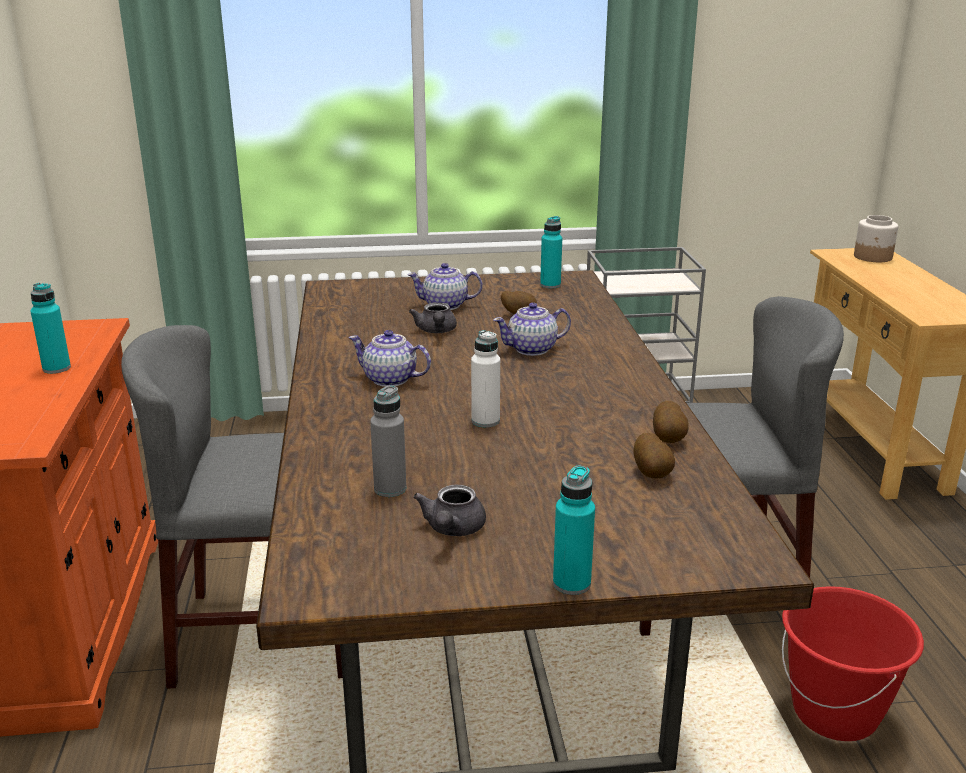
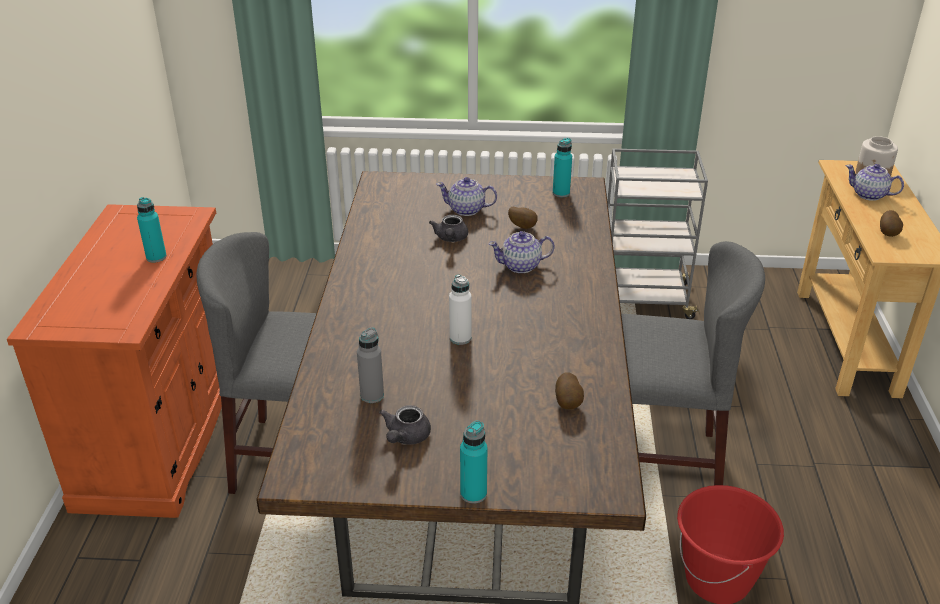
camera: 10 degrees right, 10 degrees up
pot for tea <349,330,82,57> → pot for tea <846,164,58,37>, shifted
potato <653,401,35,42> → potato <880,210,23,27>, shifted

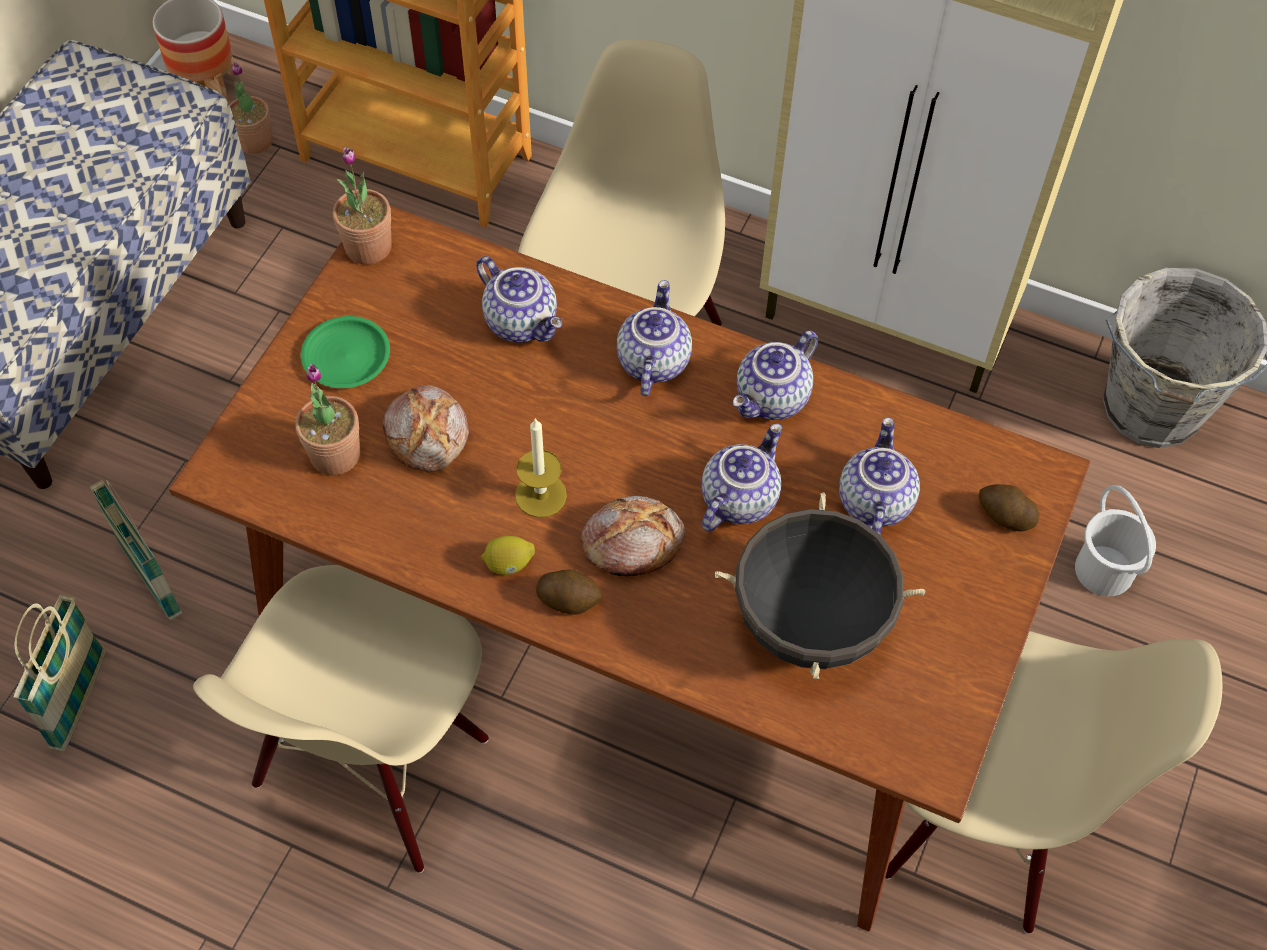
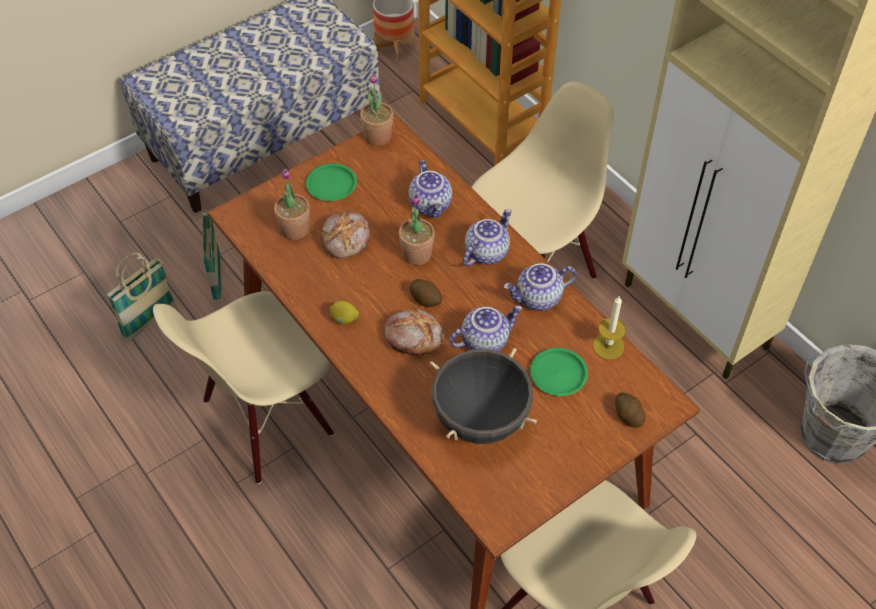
camera: 30 degrees right, 5 degrees down
whitish water bucket <1075,485,81,111> → -
potted plant <229,62,44,92> → potted plant <399,194,36,71>, shifted
wax light <515,418,52,100> → wax light <593,296,33,63>, shifted
potato <536,570,66,45> → potato <410,279,32,28>, shifted
pot for tea <839,417,81,117> → green-coloured dinner plate <530,348,58,48>

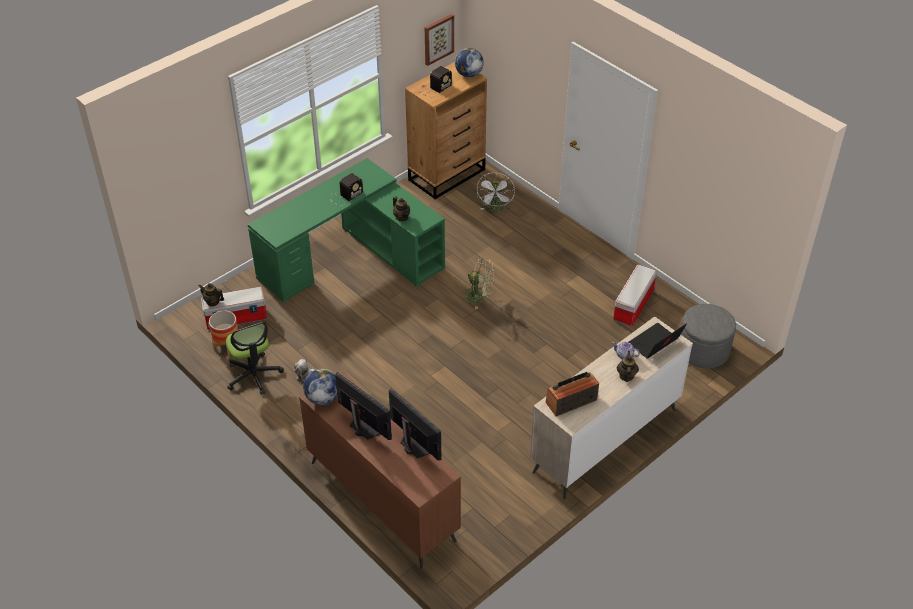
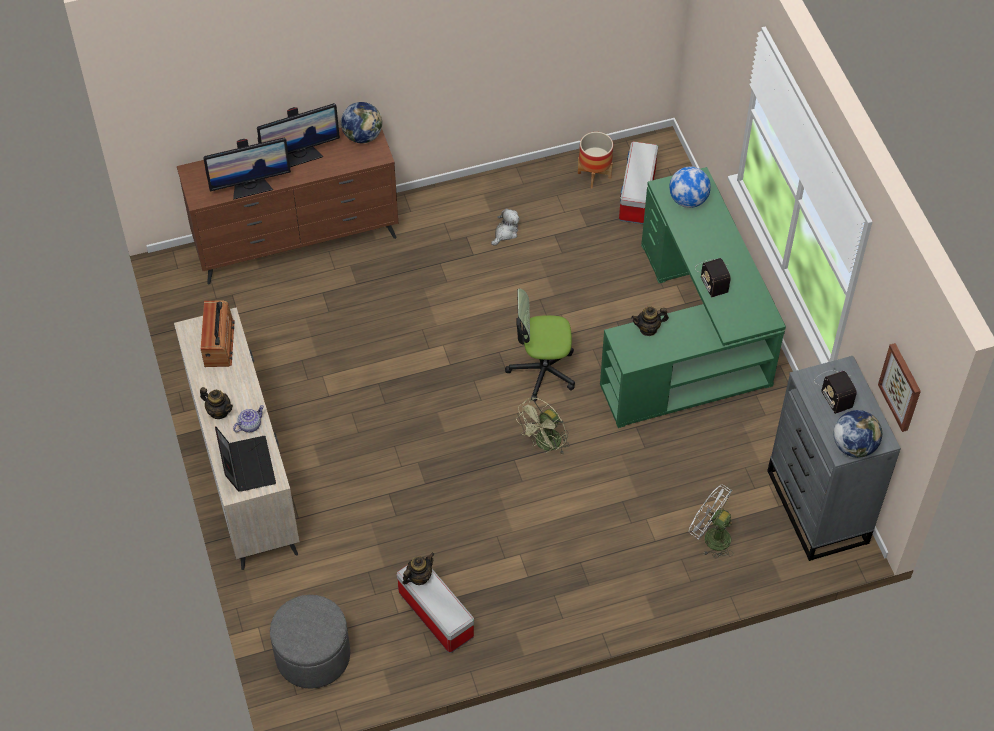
camera: 115 degrees right, 10 degrees up
- → world globe <669,167,42,41>
pot for tea <199,283,25,24> → pot for tea <402,552,32,33>, shifted
office chair <226,322,58,73> → office chair <505,288,70,114>, shifted
brownish dresser <405,62,82,137> → greyish dresser <767,356,134,205>

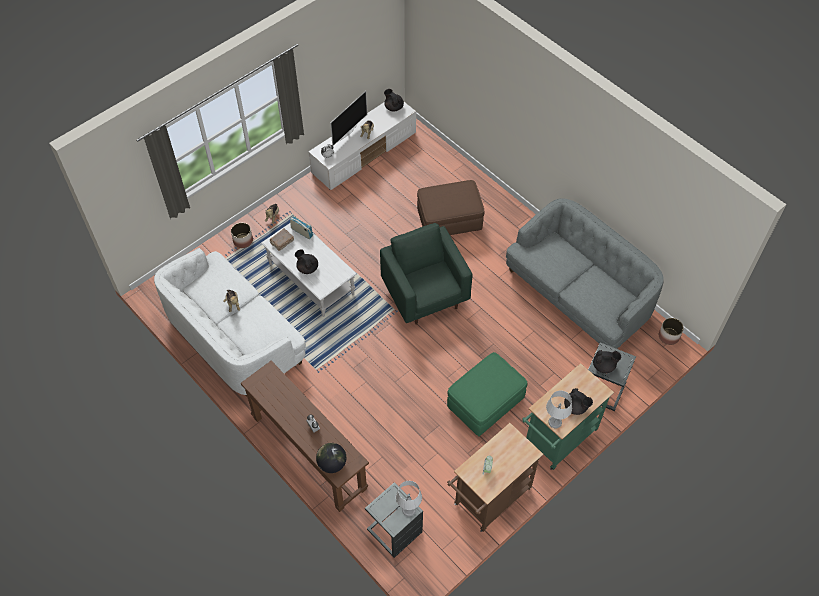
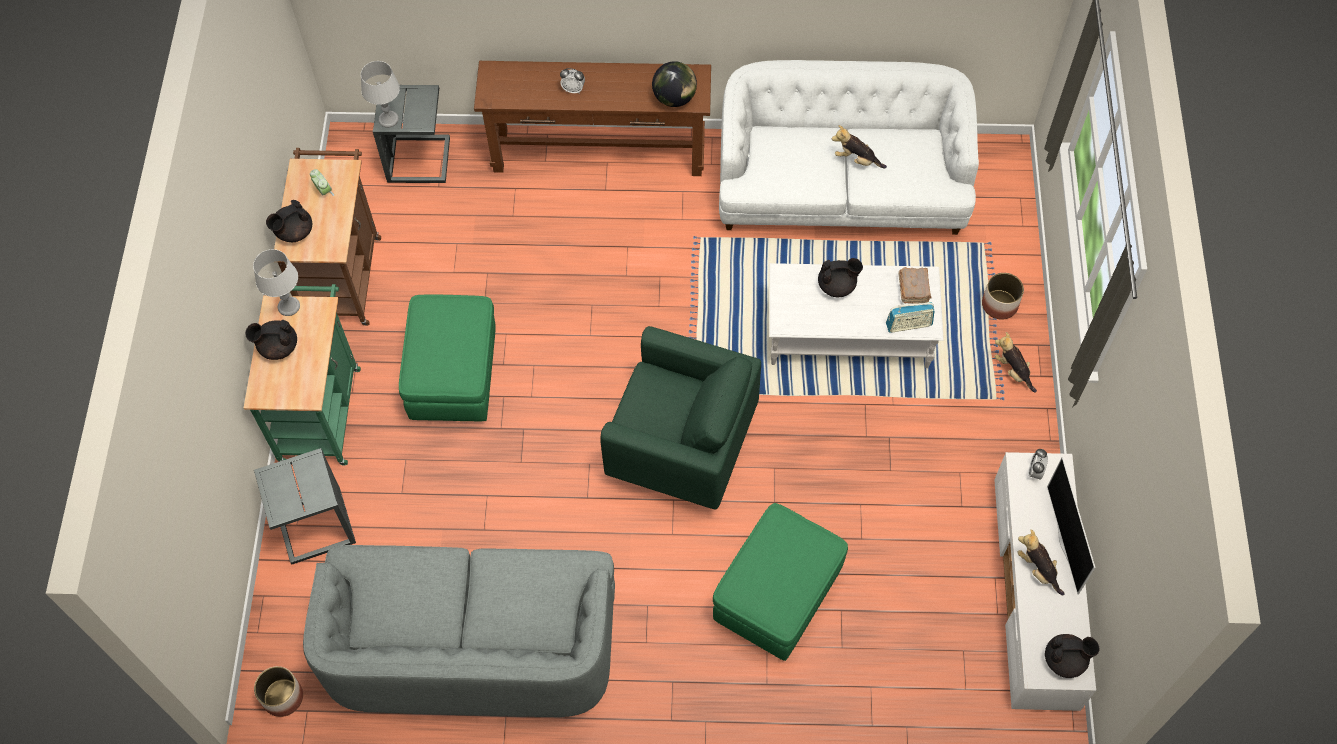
camera: 135 degrees right, 5 degrees up
world globe <316,443,30,30> → world globe <652,61,45,46>, shifted
black-coloured pot for tea <593,350,28,23> → black-coloured pot for tea <266,200,46,42>, shifted
brownish pouffe <417,180,67,55> → green-coloured pouffe <713,503,135,158>

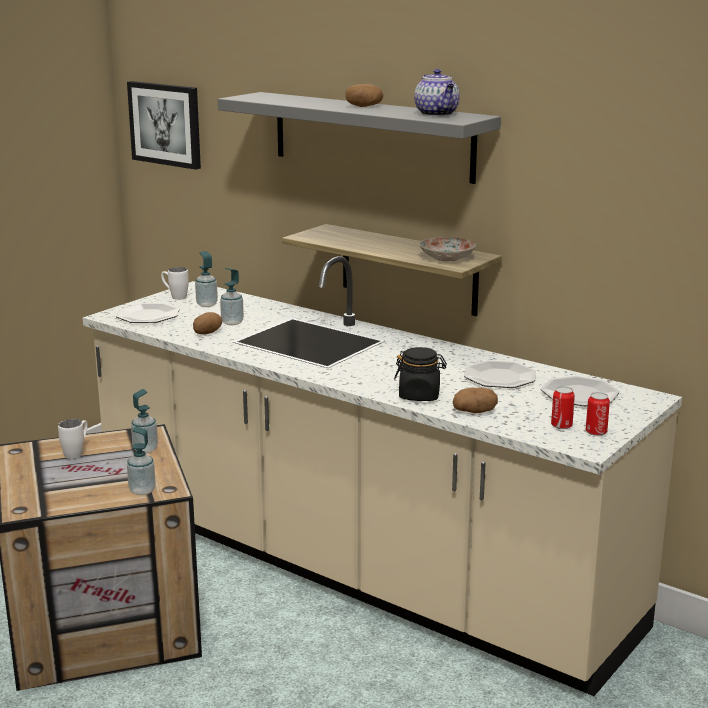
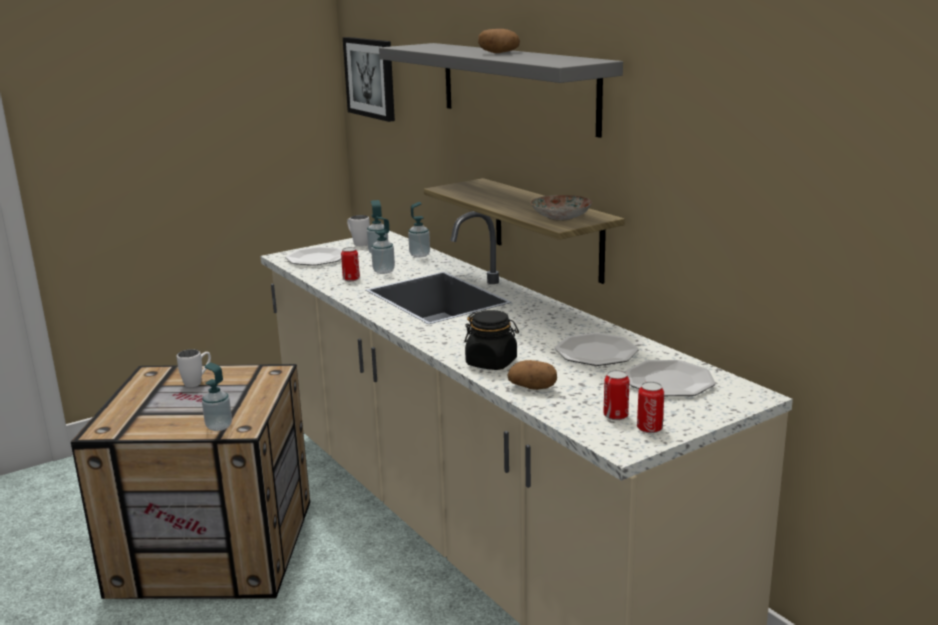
camera: 20 degrees right, 0 degrees up
pot for tea <414,69,46,47> → -
soap dispenser <131,389,27,64> → soap dispenser <408,202,22,56>, shifted
potato <193,312,29,22> → can <341,247,19,34>

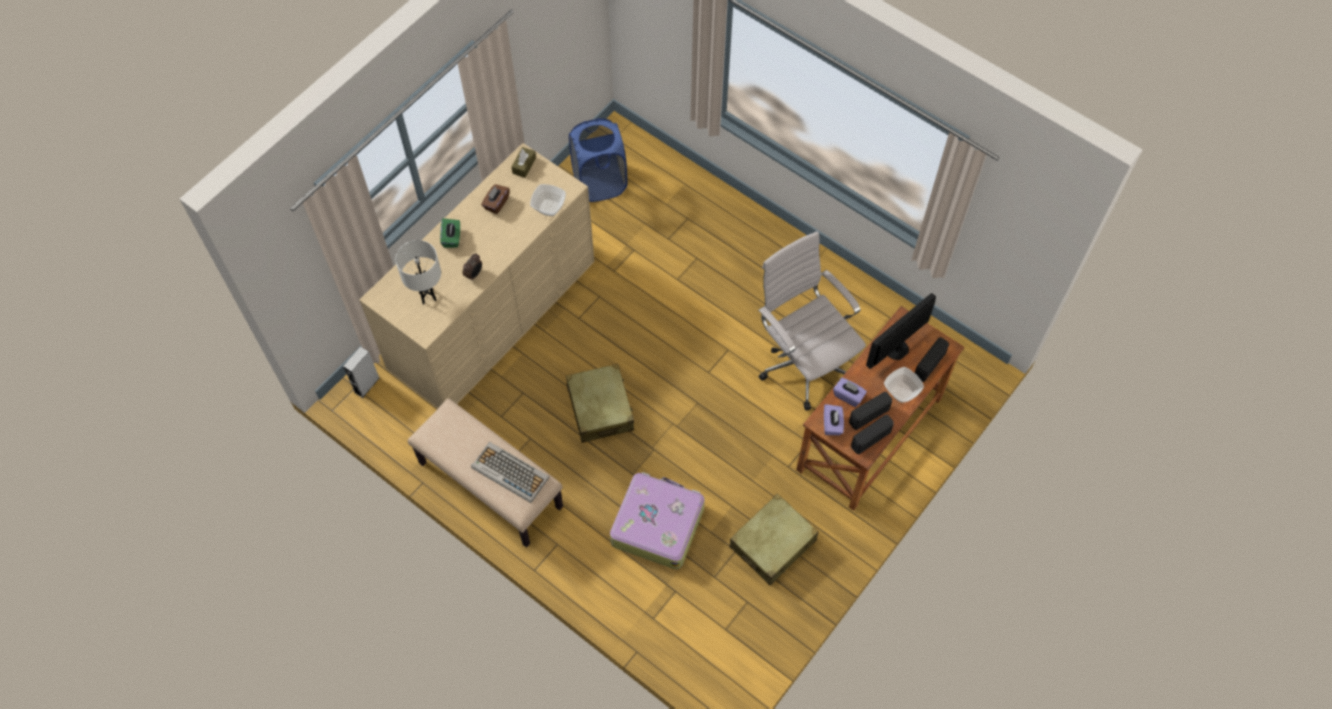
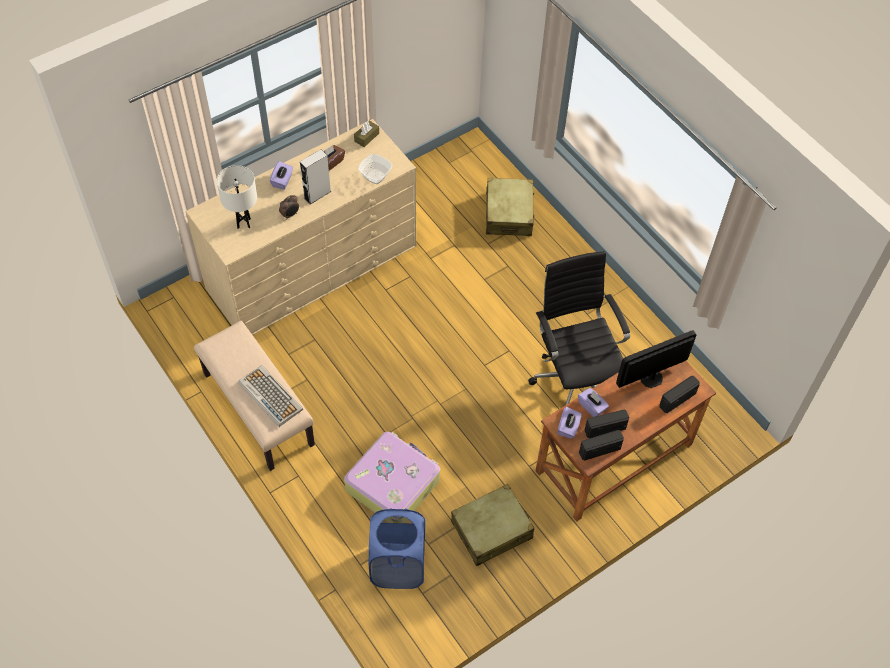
camera: 15 degrees right, 5 degrees down
deep dish <884,367,40,36> → -
greyish speaker <343,346,37,52> → greyish speaker <300,149,31,55>, shifted
sand-coloured travel case <566,364,68,79> → sand-coloured travel case <486,178,49,58>, shifted
blue-coloured washing basket <569,118,58,84> → blue-coloured washing basket <369,509,56,80>, shifted
green-coloured box of tissues <440,218,20,30> → purple box of tissues <270,161,23,29>
whitish office chair <758,231,108,180> → black-coloured office chair <528,251,102,154>

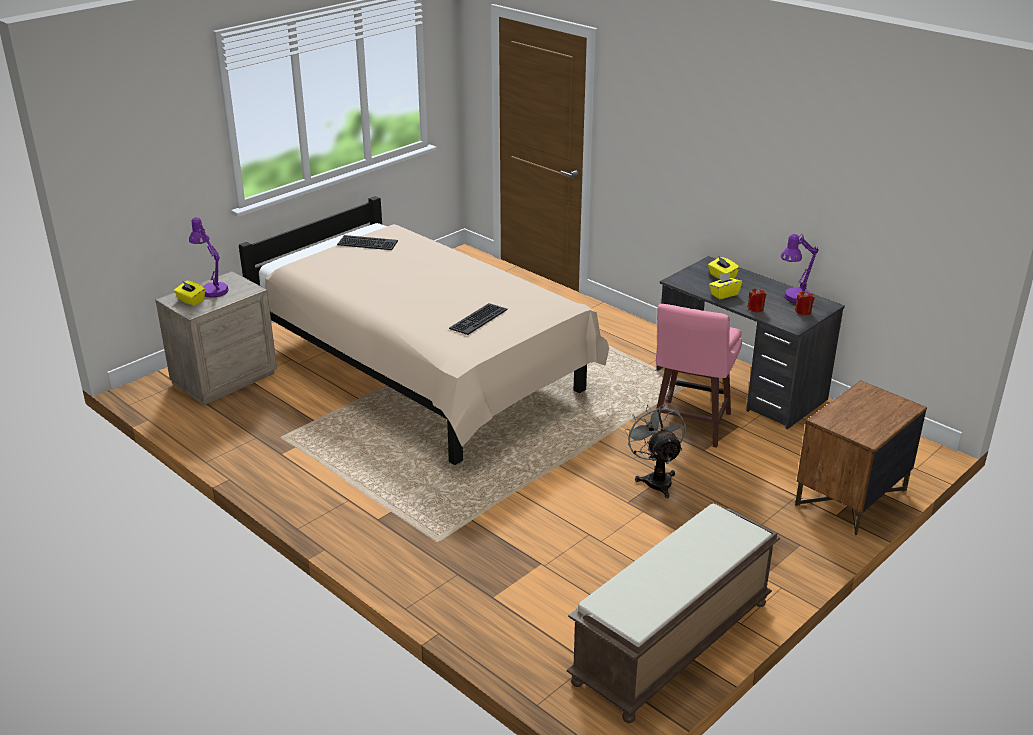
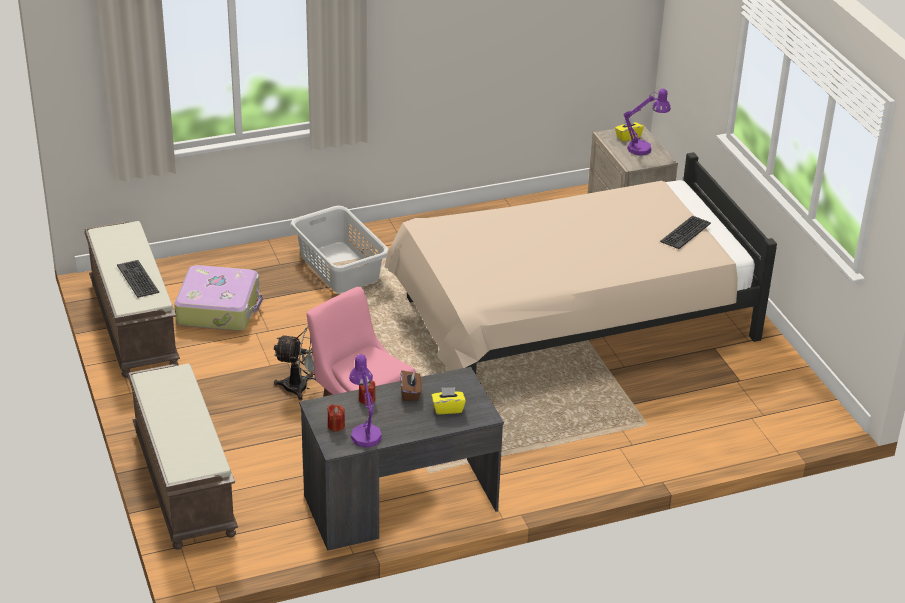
camera: 115 degrees right, 5 degrees up
- → travel case <174,265,89,66>
- → greyish washing basket <290,206,98,87>
computer keyboard <449,303,58,32> → computer keyboard <117,260,42,38>, shifted
brownish bedside table <795,380,132,156> → brownish long seat <128,364,110,186>
yellow-coloured box of tissues <709,272,33,27> → brownish box of tissues <400,370,22,31>

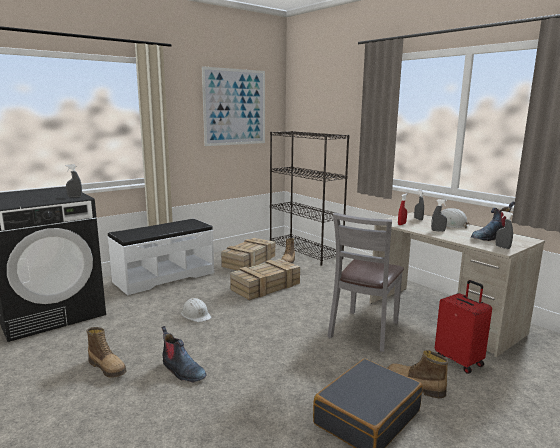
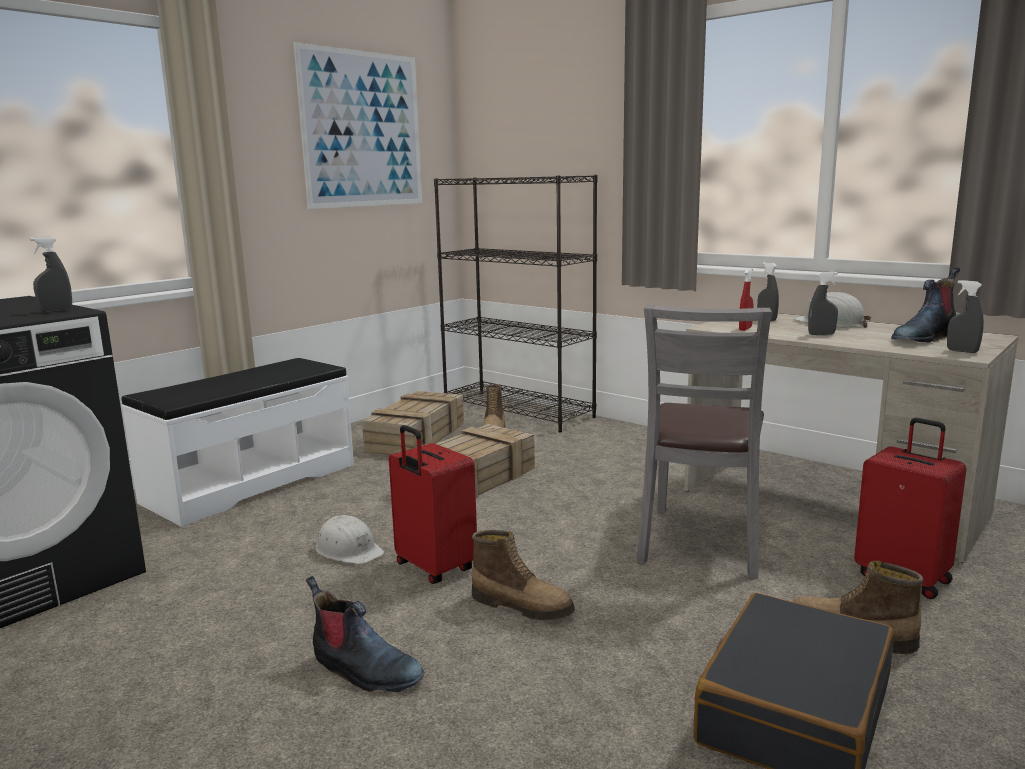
camera: 10 degrees left, 0 degrees up
- → reddish travel case <389,425,88,159>
high-top boot <86,327,40,50> → high-top boot <472,530,103,90>, shifted

